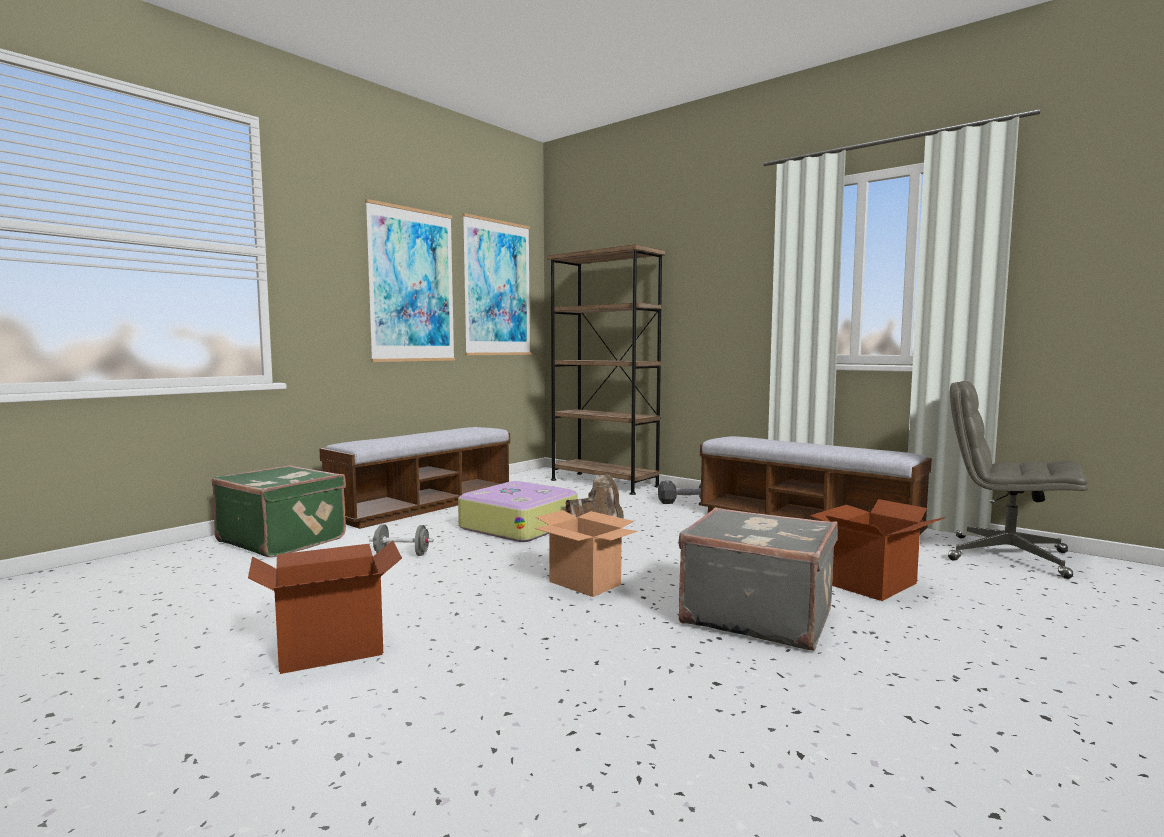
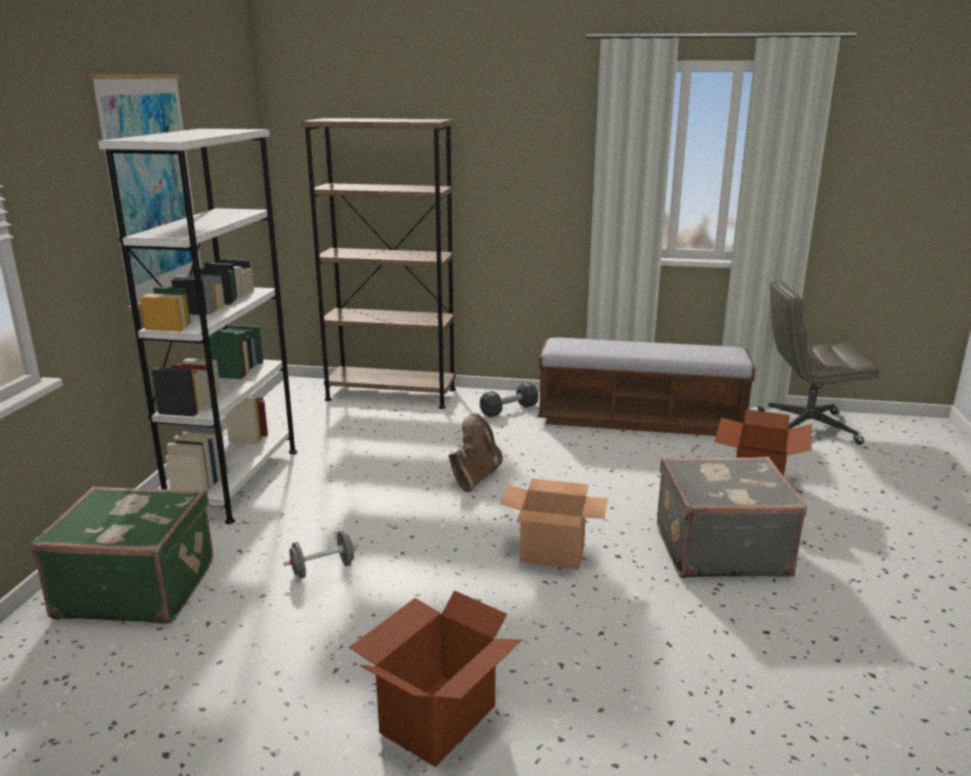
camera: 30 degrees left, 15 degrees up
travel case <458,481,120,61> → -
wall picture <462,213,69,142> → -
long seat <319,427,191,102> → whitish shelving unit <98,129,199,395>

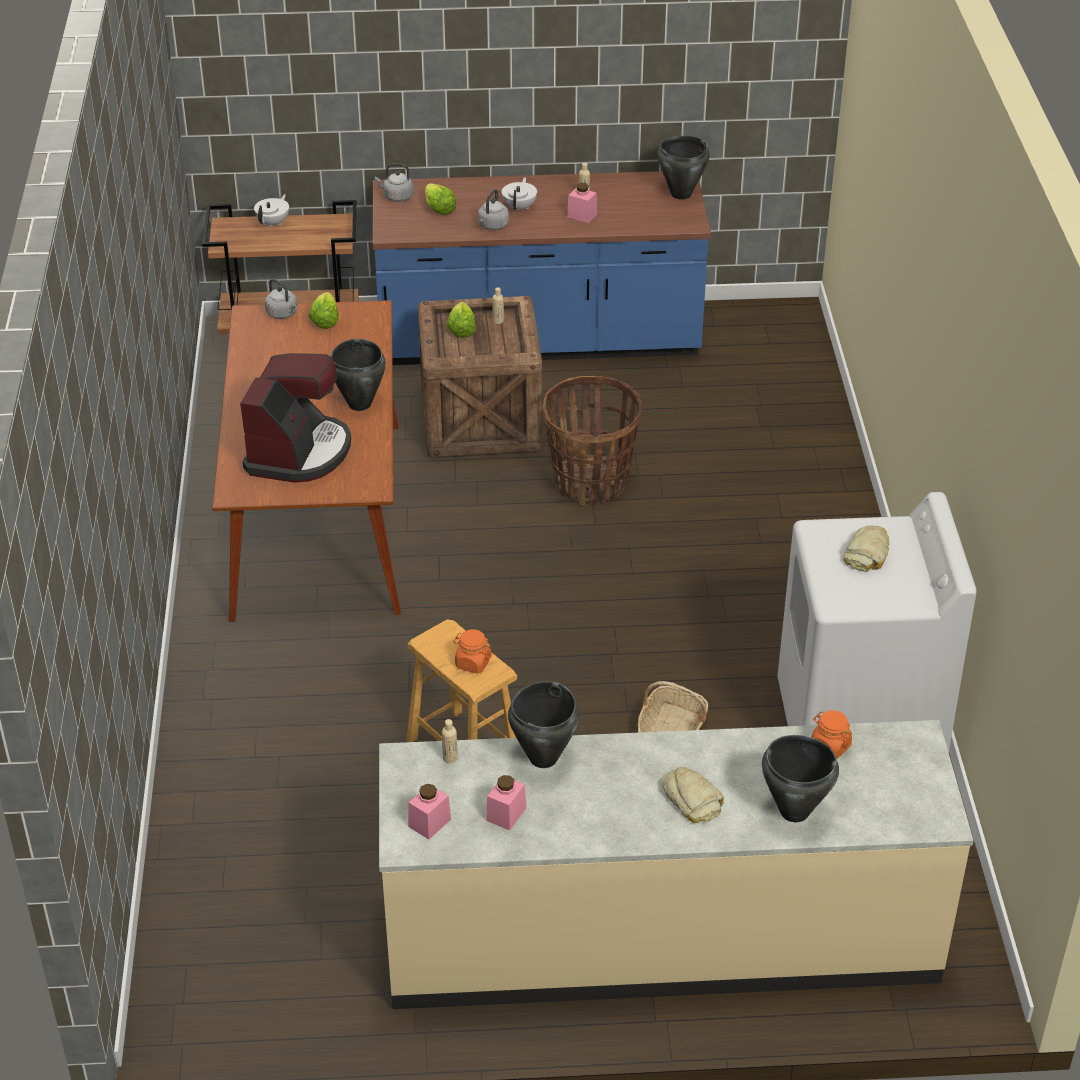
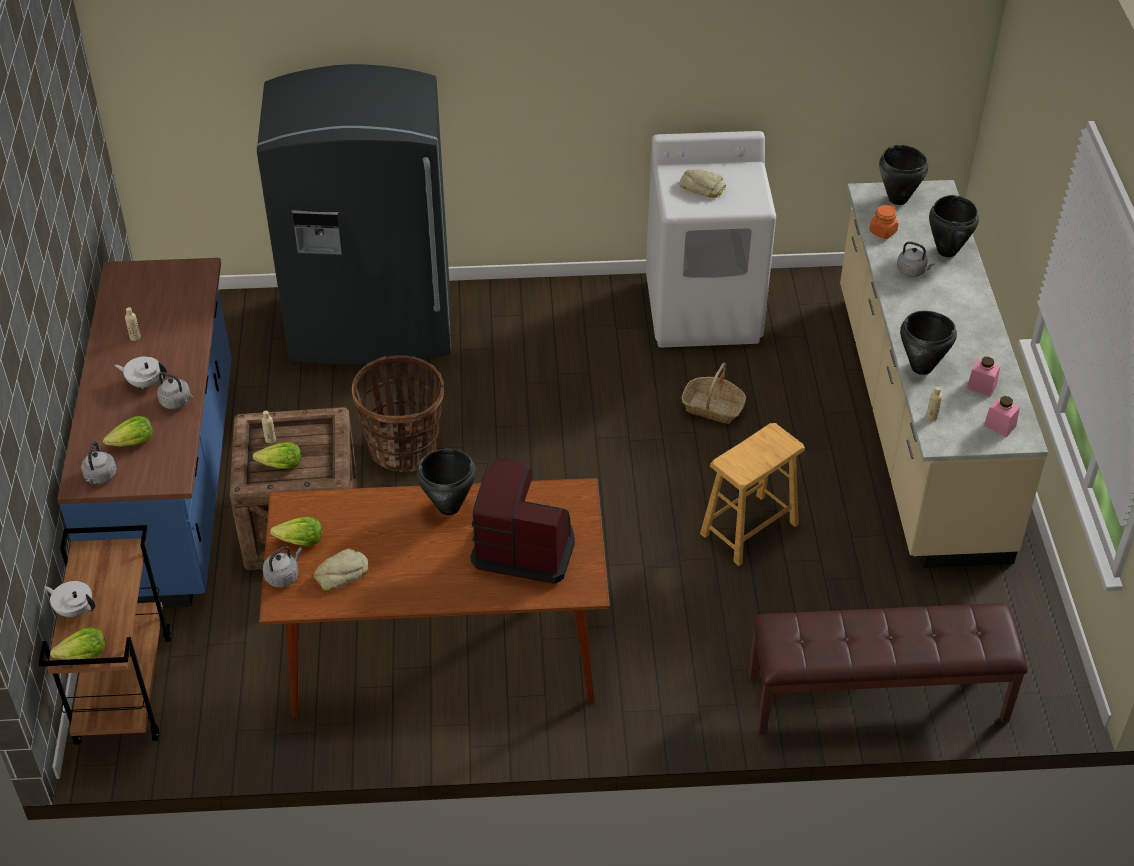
camera: 90 degrees left, 5 degrees up
orange preserve jar <453,629,39,45> → -
pinkish preserve jar <567,183,30,40> → -
- → lettuce <50,627,55,33>
- → greyish kitchen fridge <257,64,194,301>
- → brownish long seat <749,603,279,132>
- → greyish kettle <897,241,38,36>
black-coloured stockpot <657,136,53,64> → black-coloured stockpot <879,145,49,60>, shifted
baked bread <661,767,63,56> → baked bread <314,549,54,42>, shifted

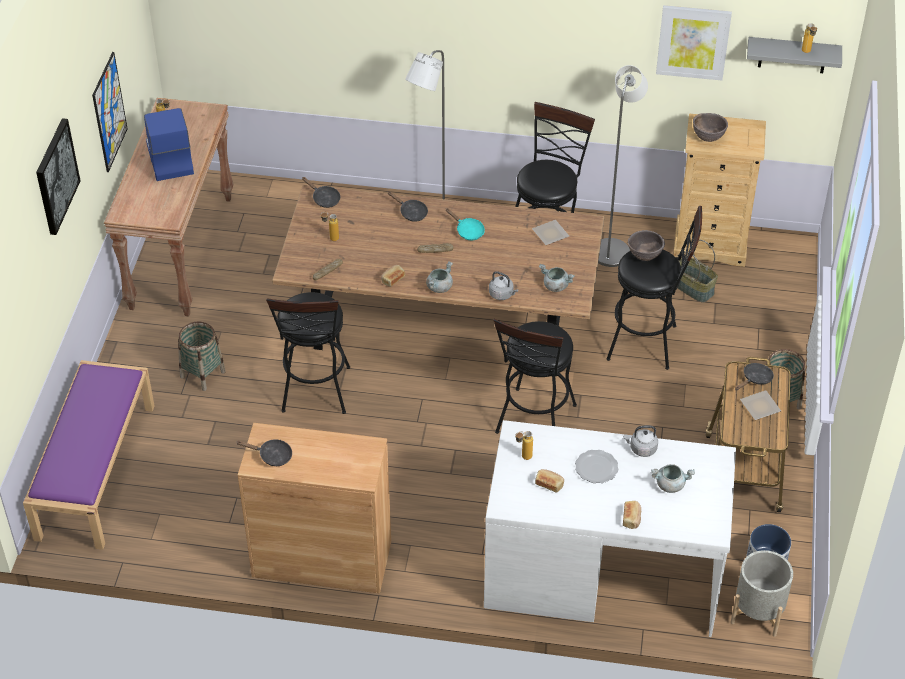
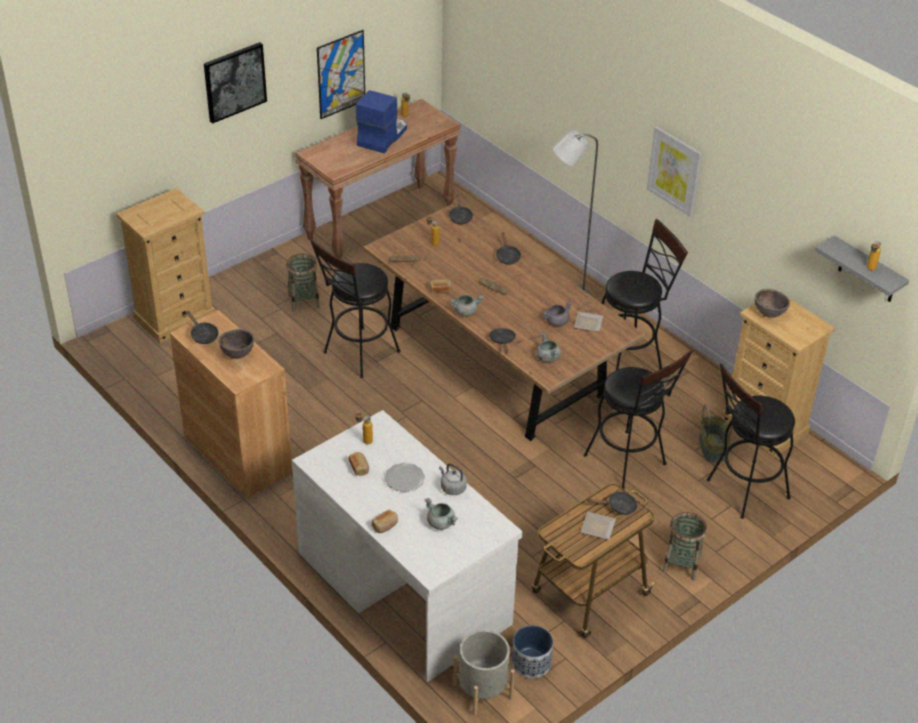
camera: 40 degrees right, 5 degrees down
turquoise skillet <446,208,39,32> → -
greyish floor lamp <598,65,50,202> → -
- → greyish stockpot <542,301,30,26>
black-coloured stool <493,319,84,115> → black-coloured stool <707,364,88,155>, shifted
brownish deep dish <628,230,37,31> → brownish deep dish <218,329,36,30>, shifted
wall picture <656,5,76,75> → wall picture <647,126,55,91>, shifted
purple long seat <23,360,131,190> → sand-coloured dresser <116,188,99,156>
greyish kettle <489,271,29,29> → black-coloured skillet <489,328,27,26>

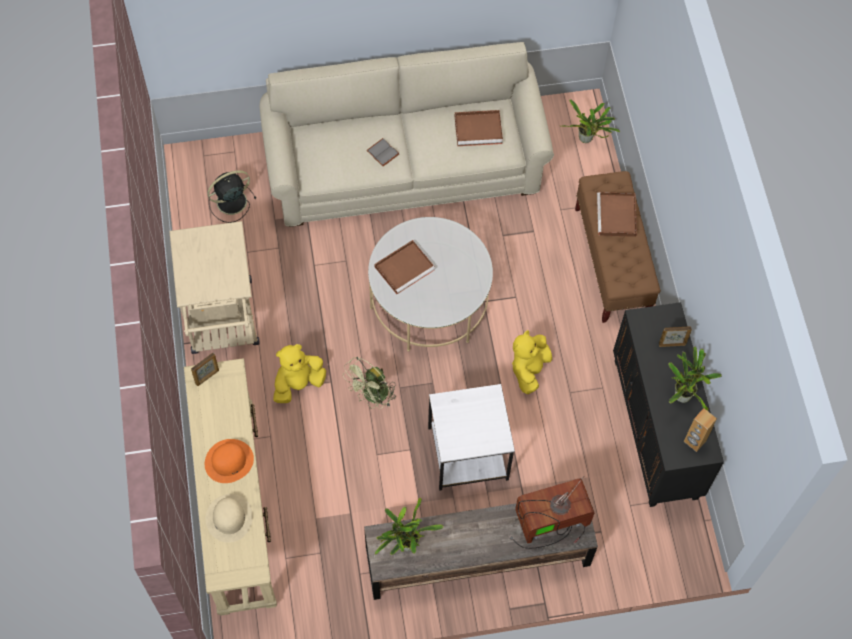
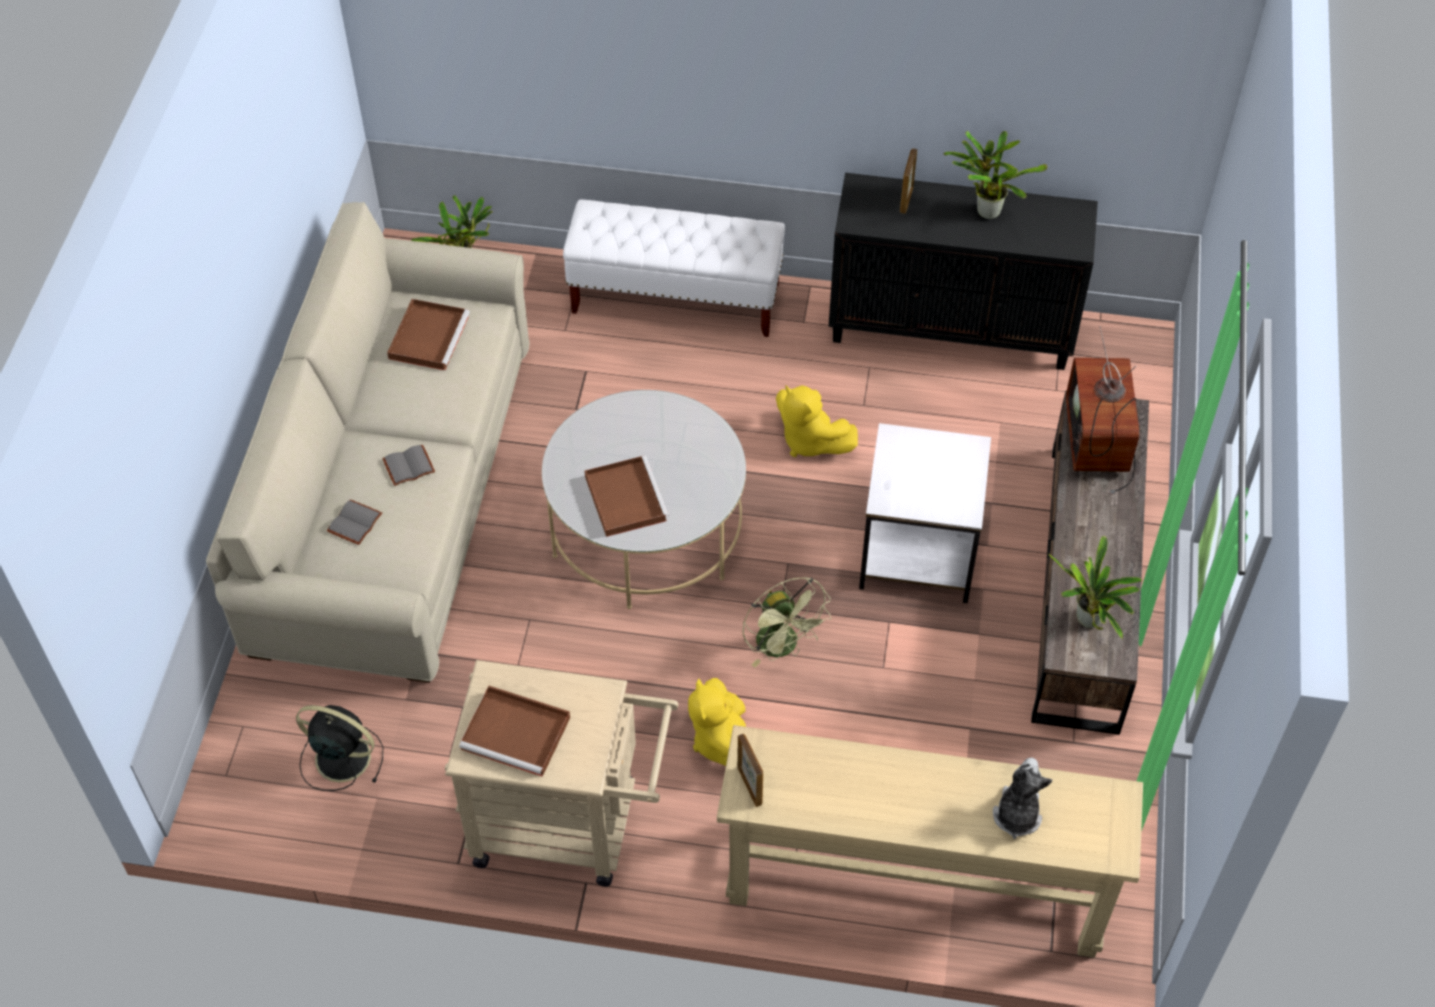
camera: 70 degrees left, 10 degrees down
orange clothing hat <205,439,49,44> → -
brownish speaker <684,408,33,44> → -
- → greyish bound book <327,499,55,46>
brownish serving tray <597,192,40,45> → brownish serving tray <459,686,111,91>, shifted
sand-coloured clothing hat <206,494,47,49> → cuddly toy <993,758,60,81>
brownish long seat <575,171,86,152> → whitish long seat <563,199,222,138>
black-coloured fan <207,170,50,53> → black-coloured fan <296,705,87,86>, 120 degrees clockwise

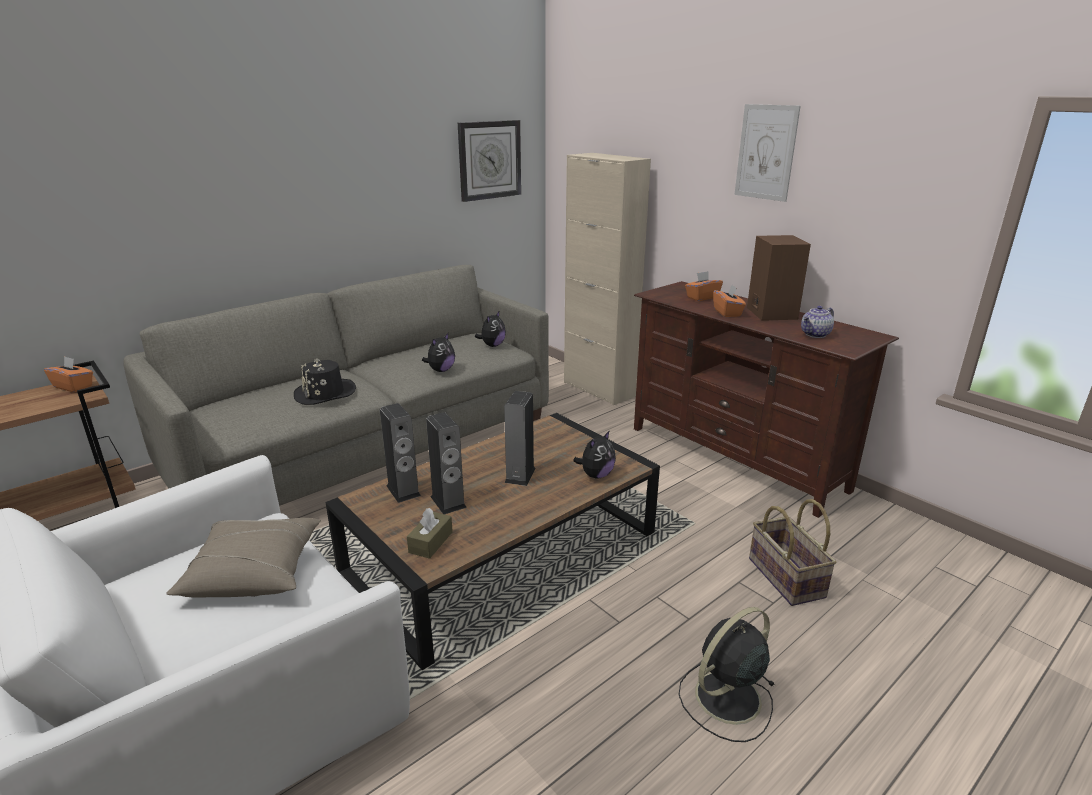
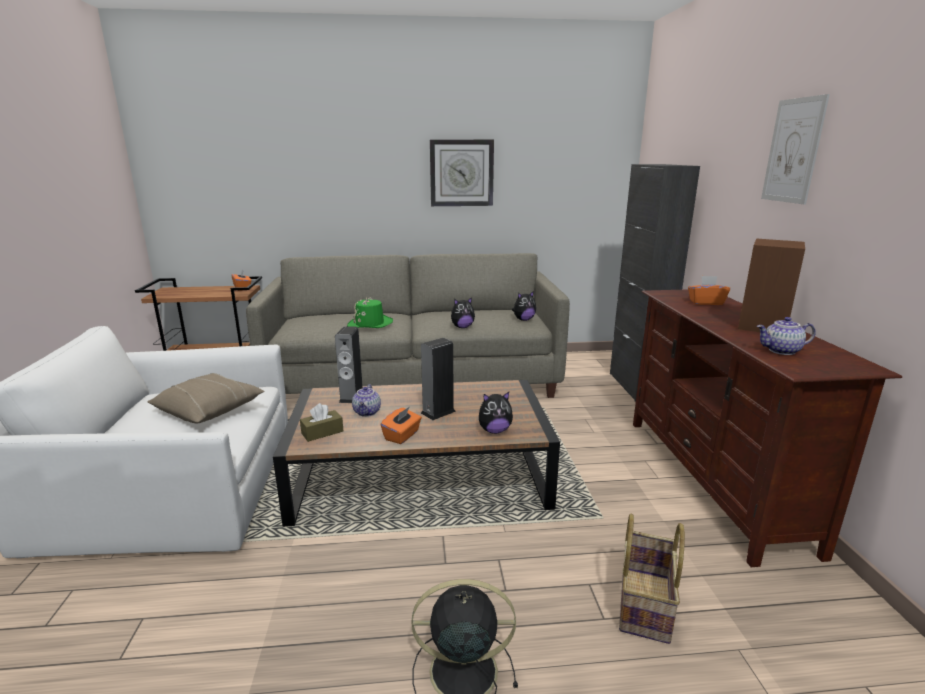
camera: 35 degrees right, 5 degrees down
clock on the wall <458,120,63,82> → clock on the wall <430,139,64,67>, shifted
orange box of tissues <713,285,33,32> → orange box of tissues <381,407,41,37>, shifted
speaker <426,412,41,102> → pot for tea <352,384,29,33>
black-coloured clothing hat <294,359,62,46> → green-coloured clothing hat <347,297,46,31>
sand-coloured storage cabinet <564,153,87,252> → black-coloured storage cabinet <610,164,90,238>

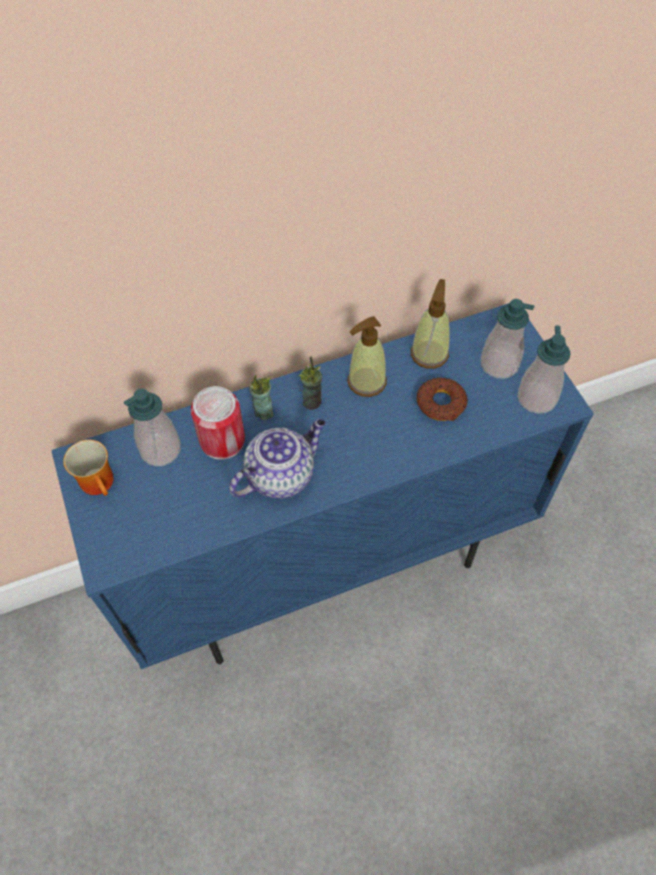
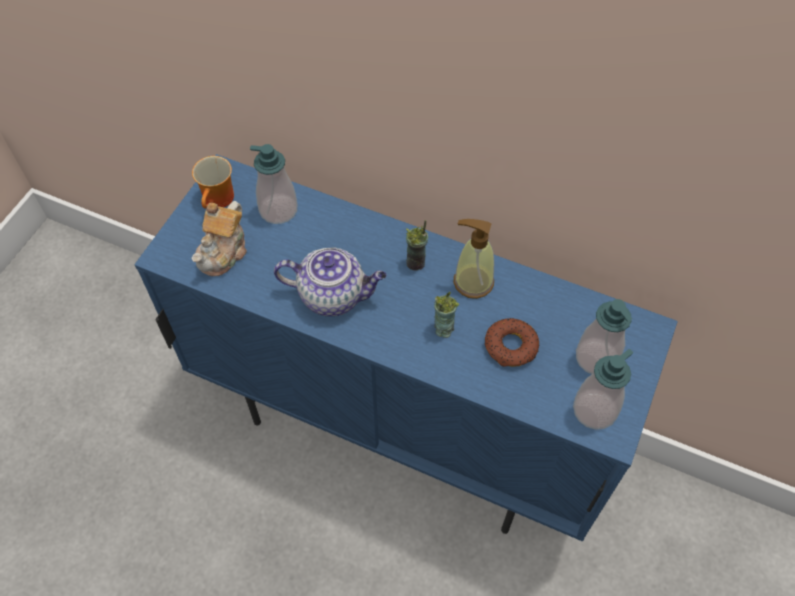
camera: 45 degrees right, 0 degrees up
can <191,386,54,74> → -
soap dispenser <411,279,39,90> → -
- → pot for tea <192,201,55,75>
drinking cup <249,375,24,45> → drinking cup <434,292,25,46>, shifted

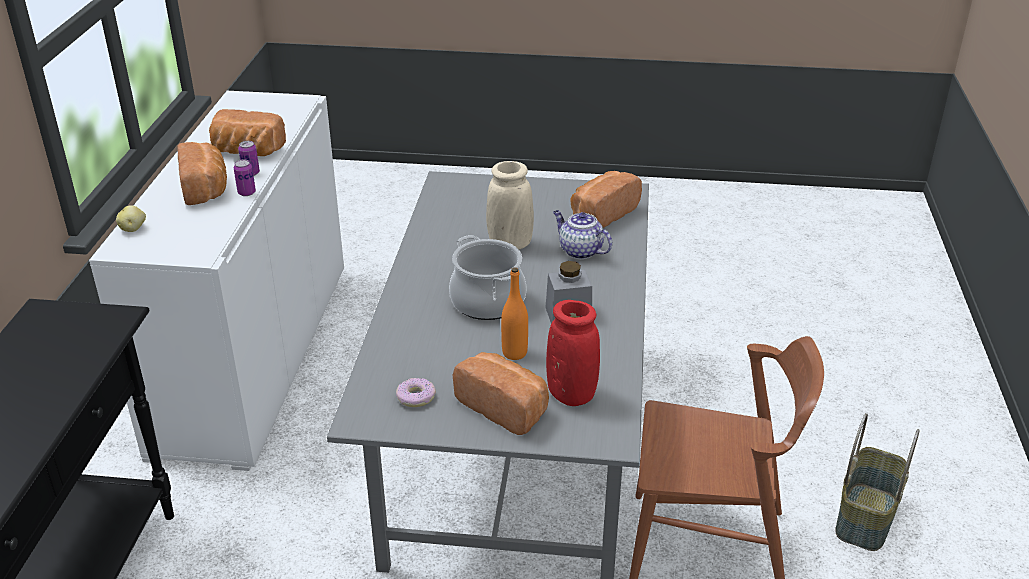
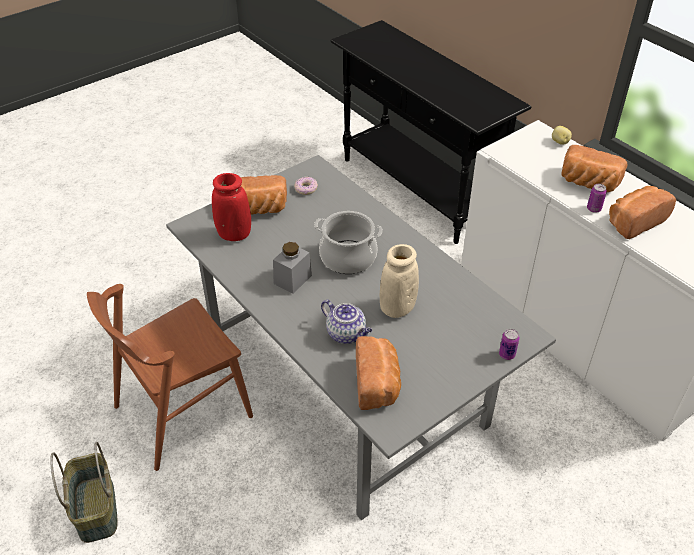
camera: 135 degrees right, 10 degrees up
orange bottle <501,267,27,93> → -
can <234,160,22,36> → can <499,329,20,31>, shifted
pot for tea <553,210,59,49> → pot for tea <321,300,51,44>, 45 degrees clockwise

